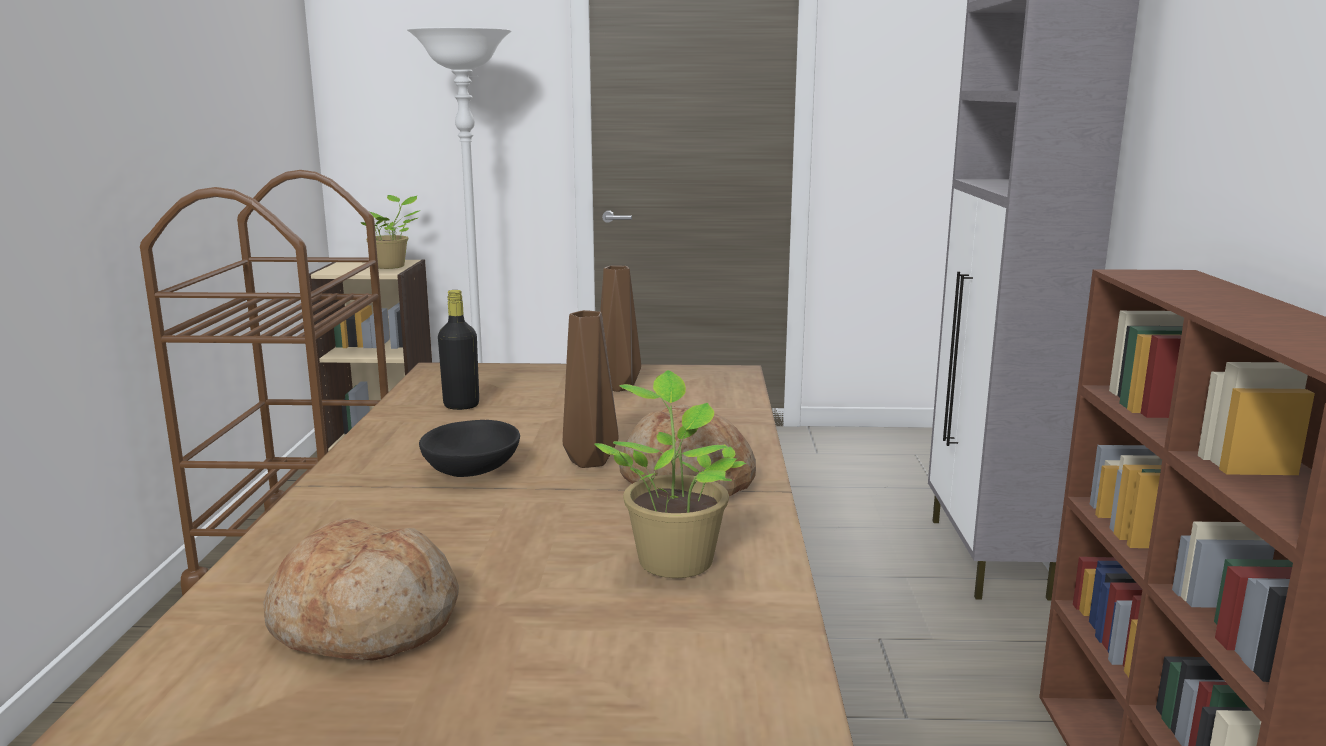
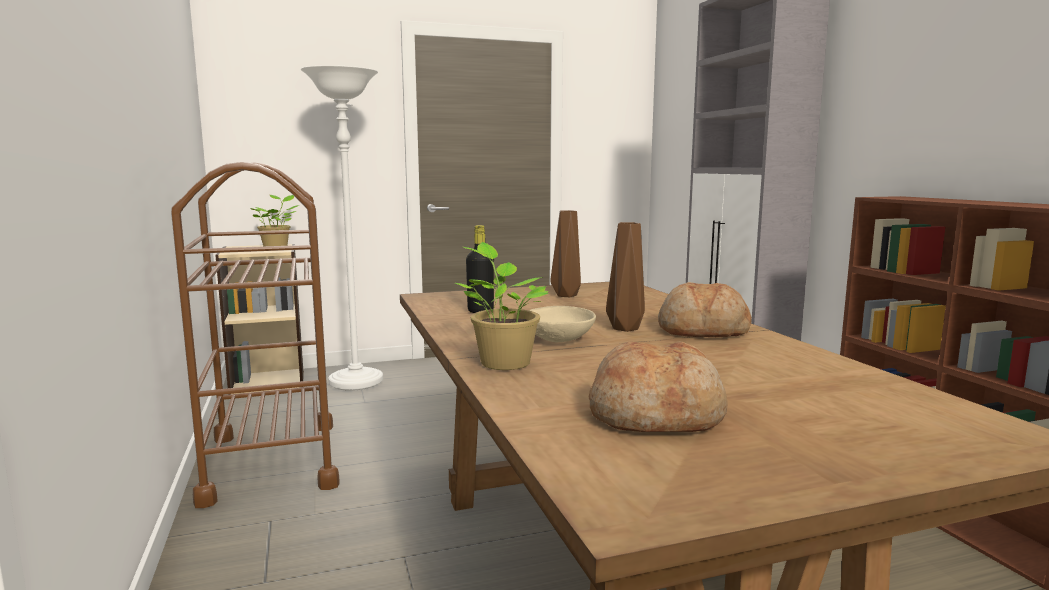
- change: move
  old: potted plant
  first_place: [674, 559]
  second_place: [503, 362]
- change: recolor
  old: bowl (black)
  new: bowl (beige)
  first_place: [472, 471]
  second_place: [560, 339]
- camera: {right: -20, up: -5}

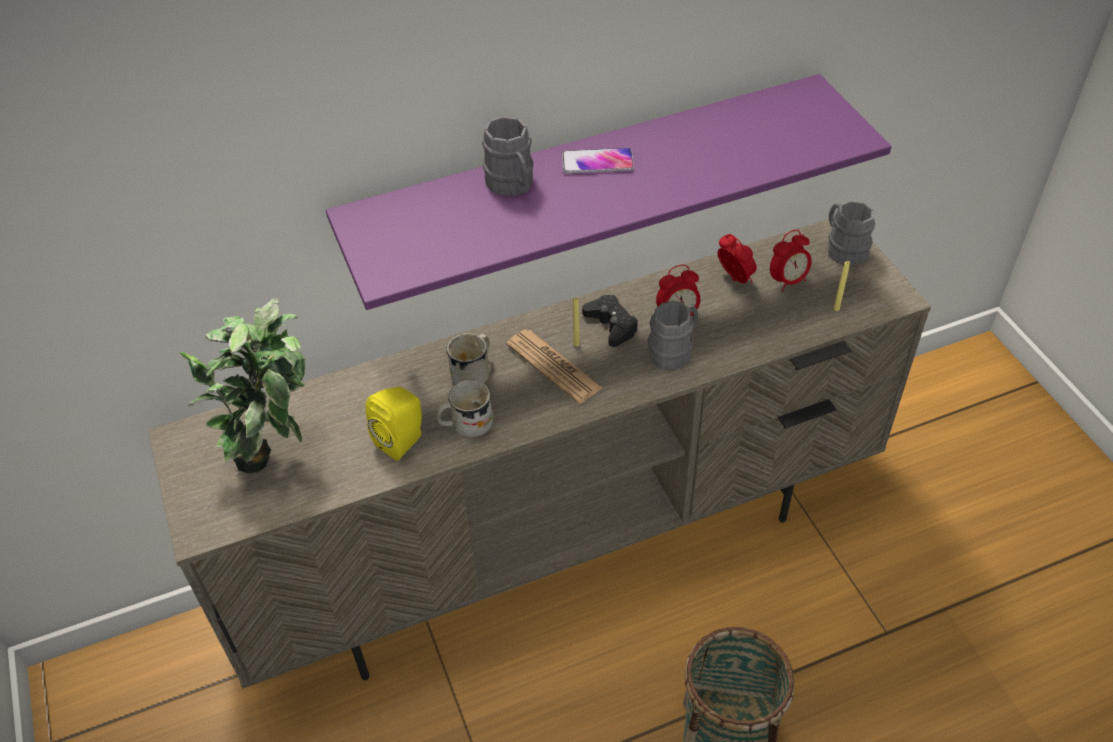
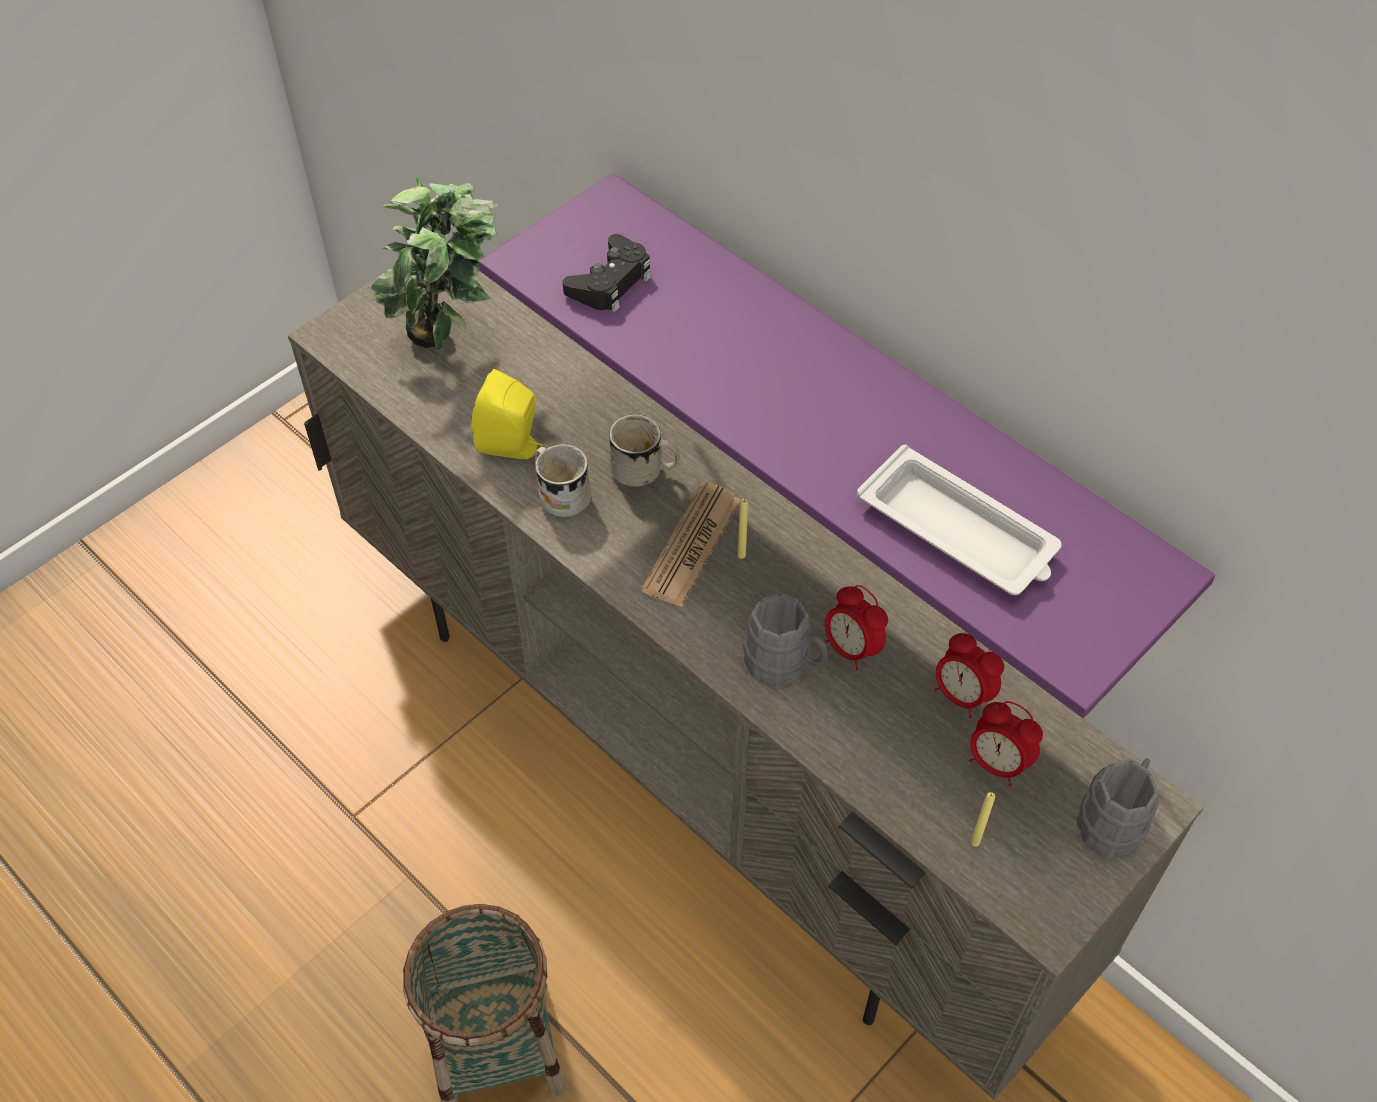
- change: delete
  old: mug (grey)
  first_place: [512, 185]
- change: delete
  old: phone
  first_place: [597, 162]
- change: insert
  new: tray (white)
  second_place: [959, 532]
- change: move
  old: game controller (black)
  first_place: [611, 325]
  second_place: [610, 282]
- change: rotate
  old: alarm clock
  first_place: [734, 279]
  second_place: [962, 695]
  degrees: 105
- camera: {right: 65, up: 5}

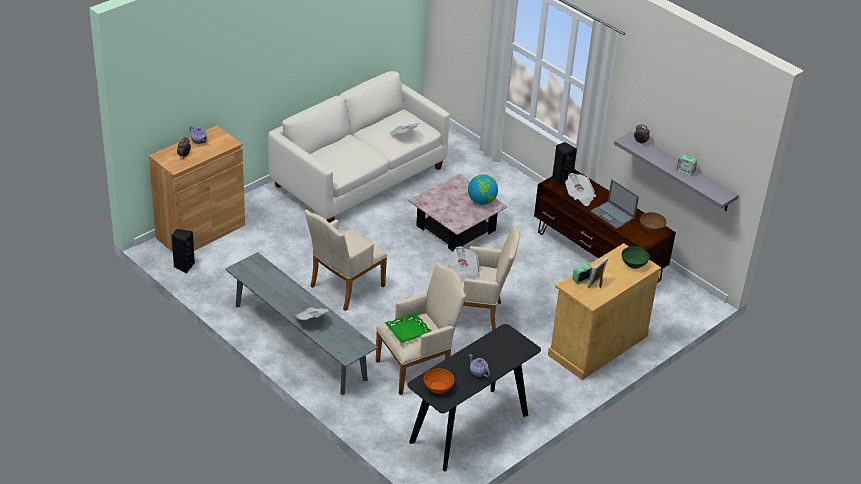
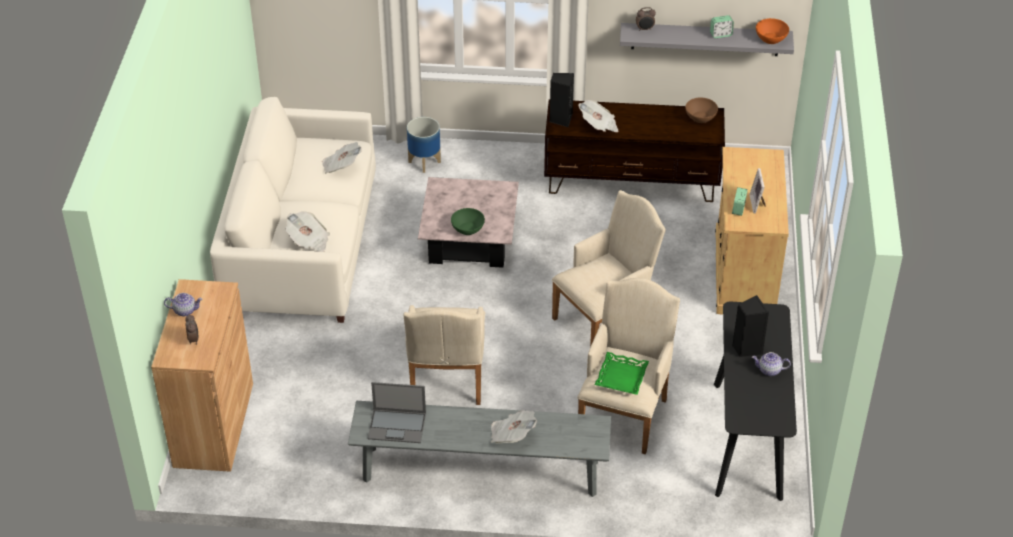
- change: delete
  old: globe
  first_place: [482, 201]
- change: insert
  new: planter
  second_place: [425, 162]
- change: move
  old: speaker (black)
  first_place: [183, 266]
  second_place: [746, 348]
- change: move
  old: bowl (orange)
  first_place: [438, 387]
  second_place: [771, 38]
- change: move
  old: newspaper
  first_place: [463, 272]
  second_place: [309, 241]
- change: move
  old: laptop
  first_place: [613, 215]
  second_place: [397, 426]
- change: move
  old: bowl (green)
  first_place: [634, 263]
  second_place: [468, 229]
- camera: {right: -40, up: 5}

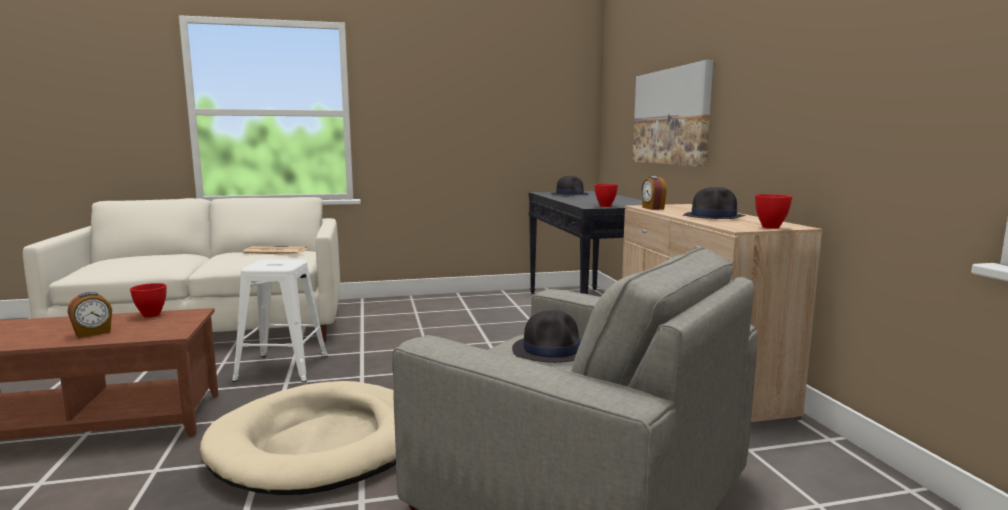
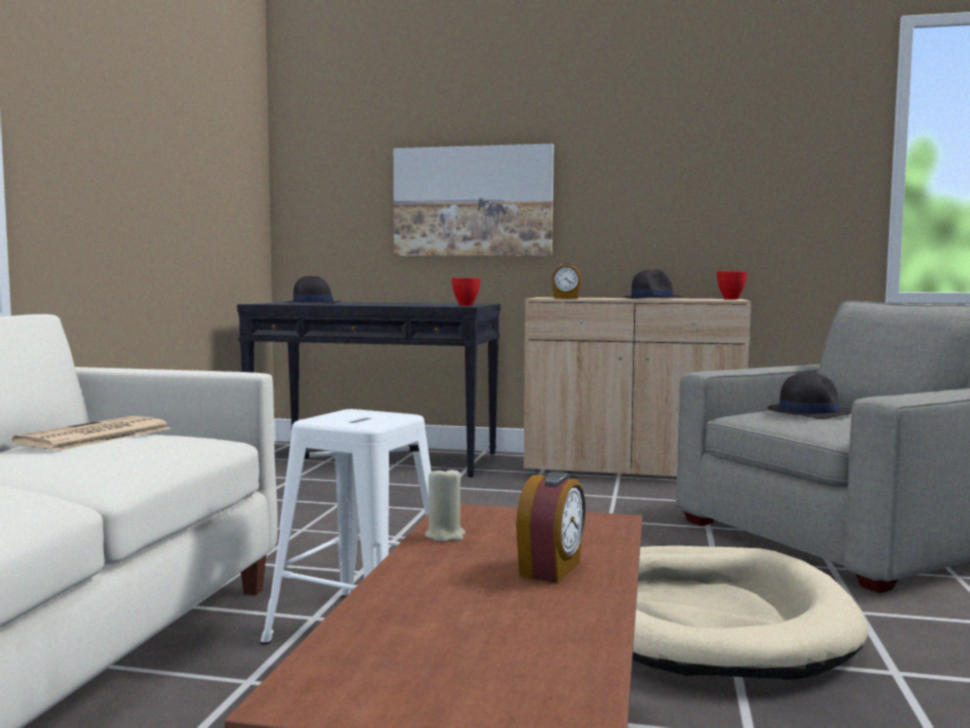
- change: replace
  old: bowl (red)
  new: candle (beige)
  first_place: [151, 315]
  second_place: [445, 536]
- change: rotate
  old: alarm clock
  first_place: [93, 333]
  second_place: [551, 570]
  degrees: 45
- camera: {right: -65, up: -5}

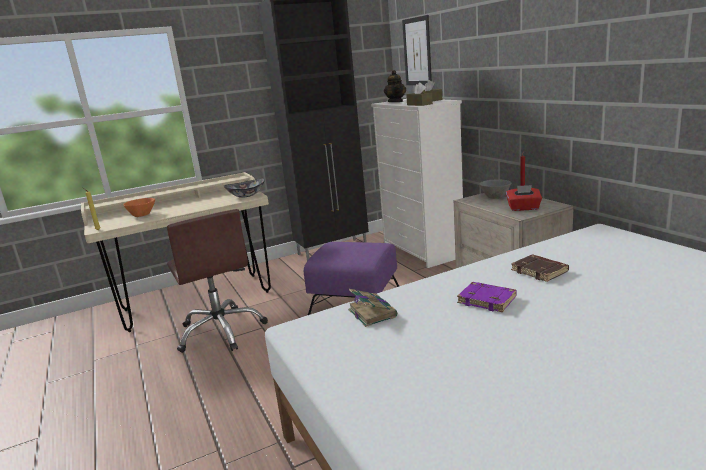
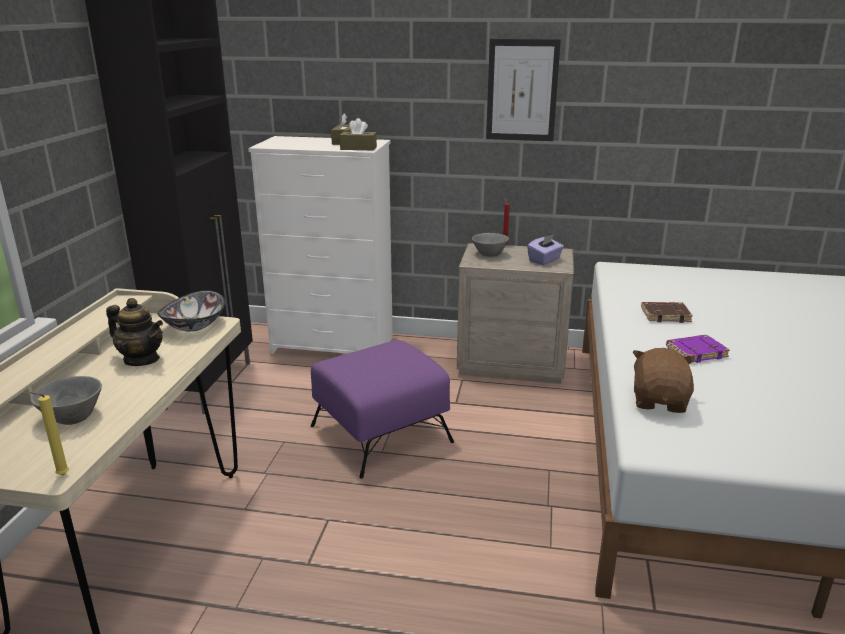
- change: delete
  old: office chair (brown)
  first_place: [221, 331]
- change: move
  old: teapot
  first_place: [396, 102]
  second_place: [142, 359]
- change: move
  old: picture
  first_place: [417, 51]
  second_place: [522, 90]
- change: replace
  old: book
  new: plush toy (brown)
  first_place: [371, 313]
  second_place: [660, 401]
- change: recolor
  old: bowl (orange)
  new: bowl (grey)
  first_place: [143, 215]
  second_place: [74, 416]
- change: recolor
  old: tissue box (red)
  new: tissue box (purple)
  first_place: [523, 208]
  second_place: [544, 260]
- camera: {right: -55, up: 5}

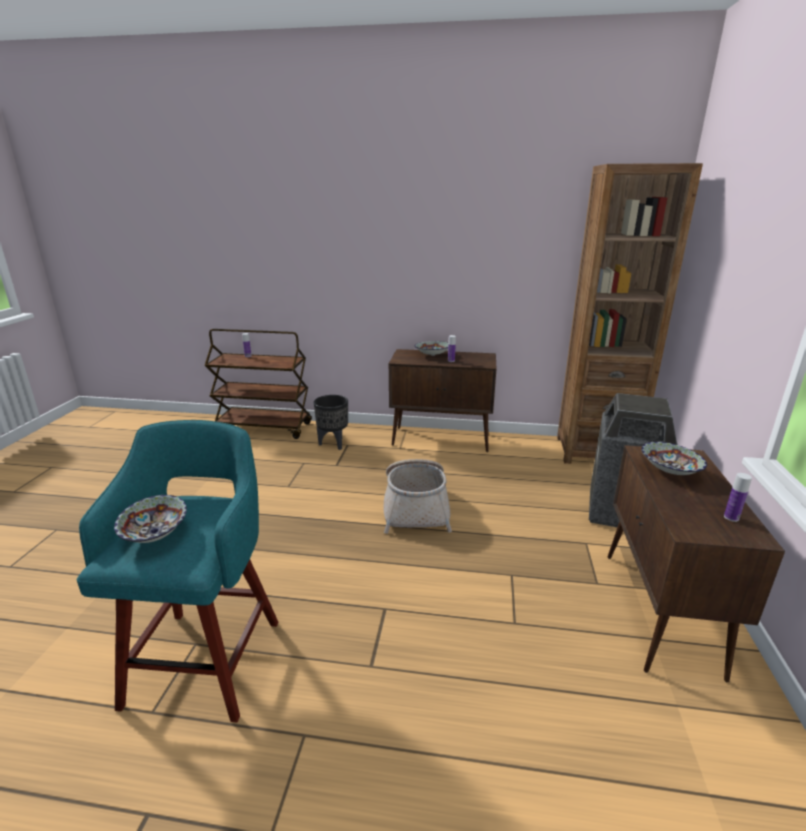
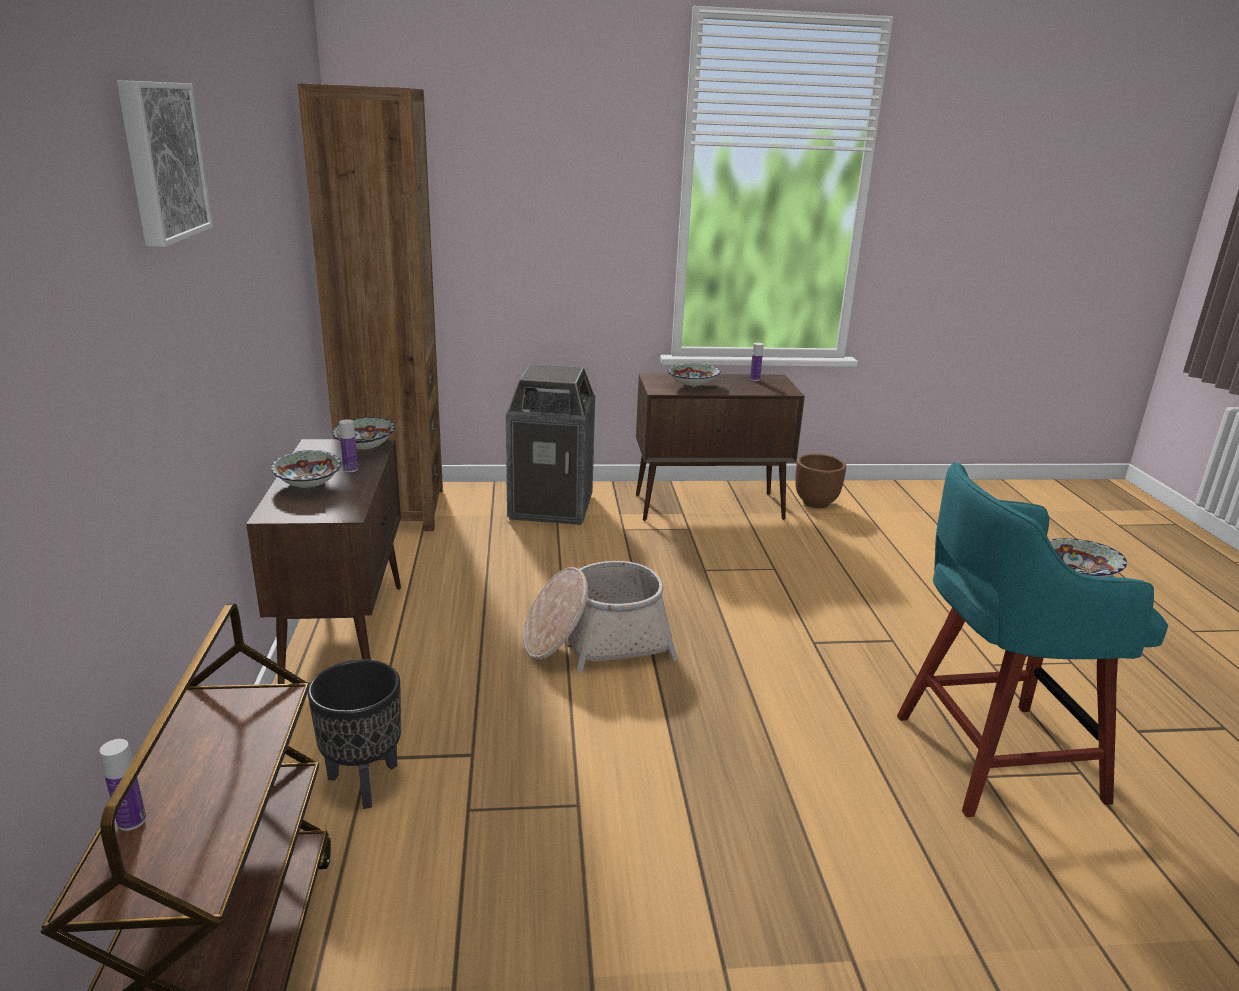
- change: insert
  new: picture
  second_place: [160, 161]
- change: insert
  new: bowl
  second_place: [366, 448]
- change: insert
  new: planter (brown)
  second_place: [816, 503]
- camera: {right: -105, up: 0}

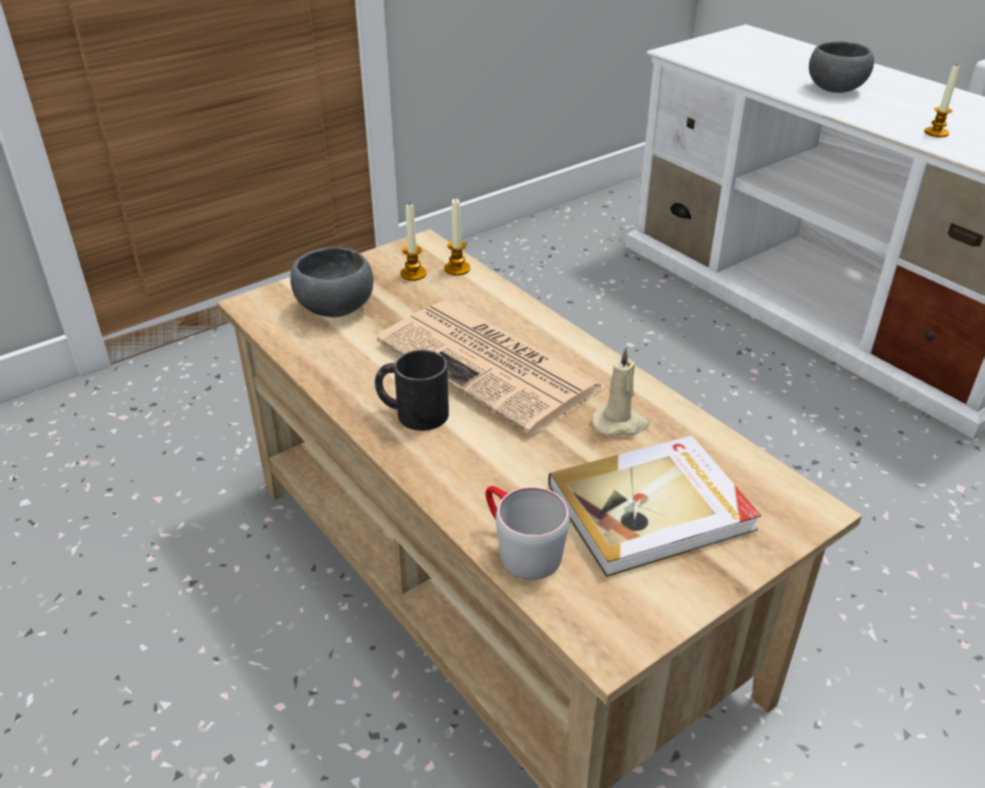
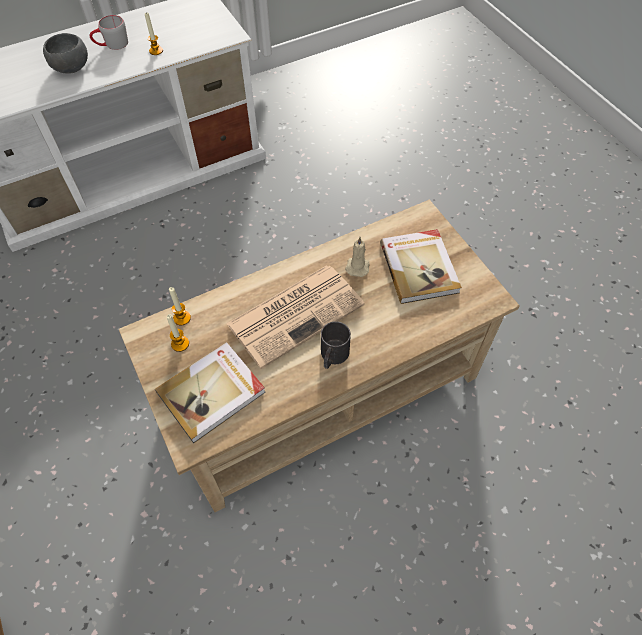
- change: move
  old: mug (grey)
  first_place: [519, 549]
  second_place: [112, 45]
- change: replace
  old: bowl (grey)
  new: book
  first_place: [335, 310]
  second_place: [212, 393]
- camera: {right: -80, up: 20}

